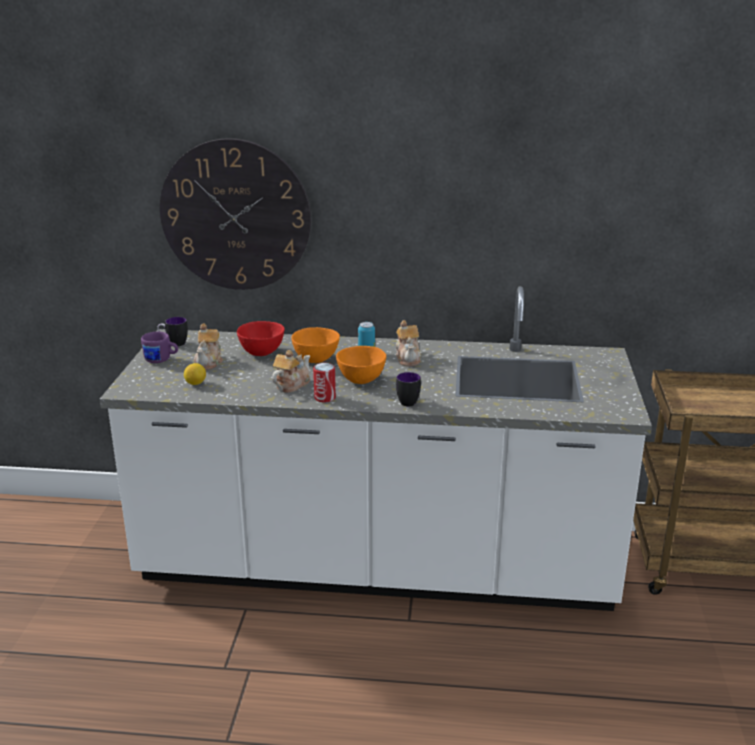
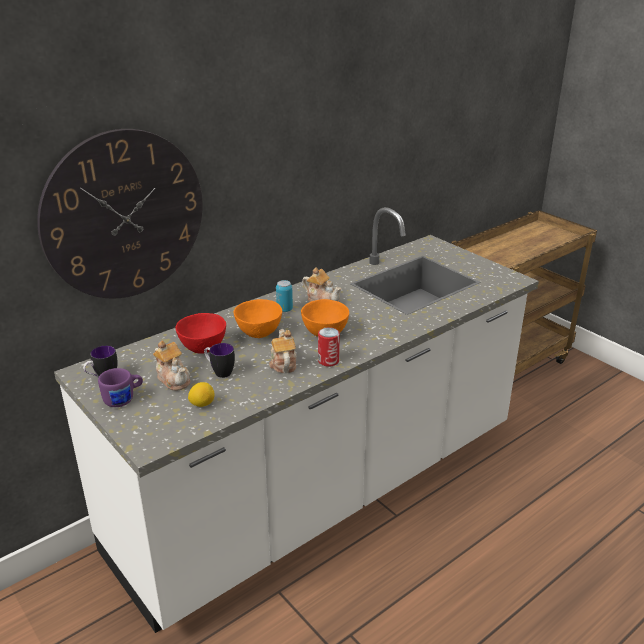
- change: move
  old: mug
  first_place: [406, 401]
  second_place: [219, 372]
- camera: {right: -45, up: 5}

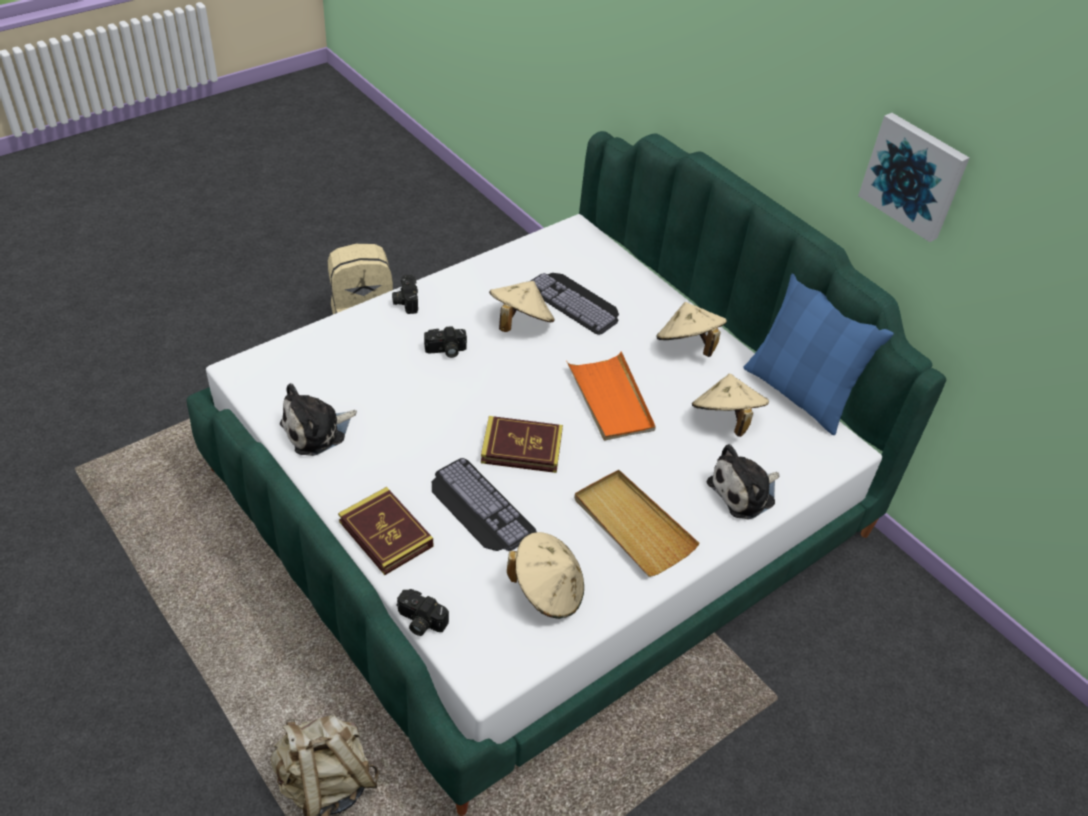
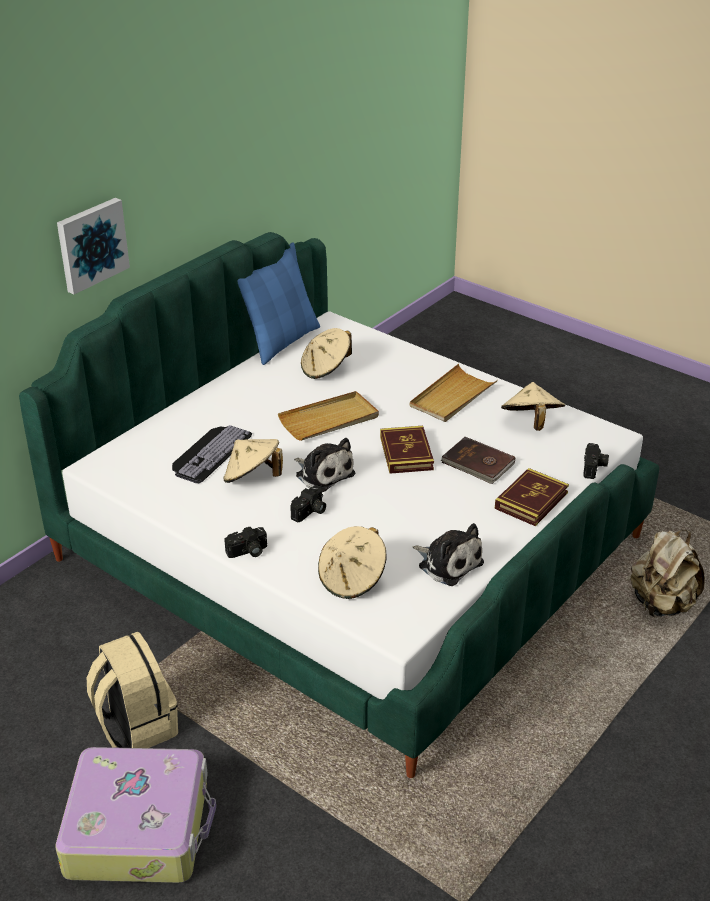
- change: insert
  new: suitcase
  second_place: [139, 827]
- change: move
  old: hat (beige)
  first_place: [687, 345]
  second_place: [352, 579]
- change: move
  old: plush toy
  first_place: [744, 492]
  second_place: [323, 473]
- change: move
  old: picture
  first_place: [914, 176]
  second_place: [91, 244]
- change: replace
  old: keyboard
  new: book (brown)
  first_place: [477, 507]
  second_place: [478, 463]
- change: recolor
  old: tray (orange)
  new: tray (beige)
  first_place: [610, 399]
  second_place: [329, 419]
- change: rotate
  old: photo camera
  first_place: [445, 351]
  second_place: [310, 512]
  degrees: 60
- camera: {right: -100, up: -10}

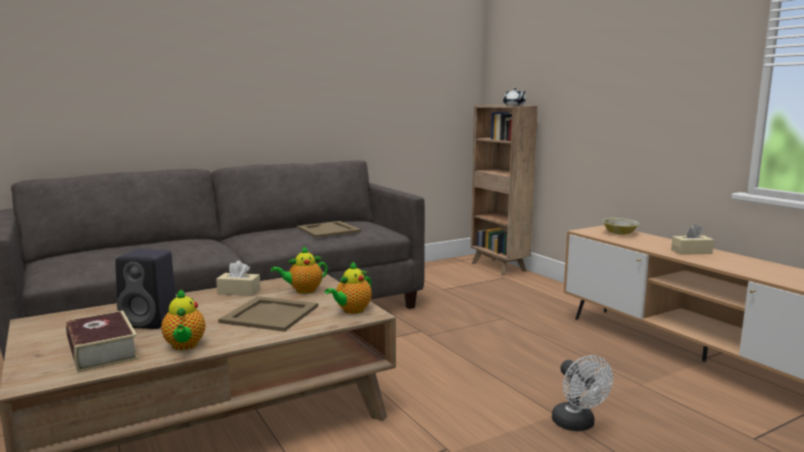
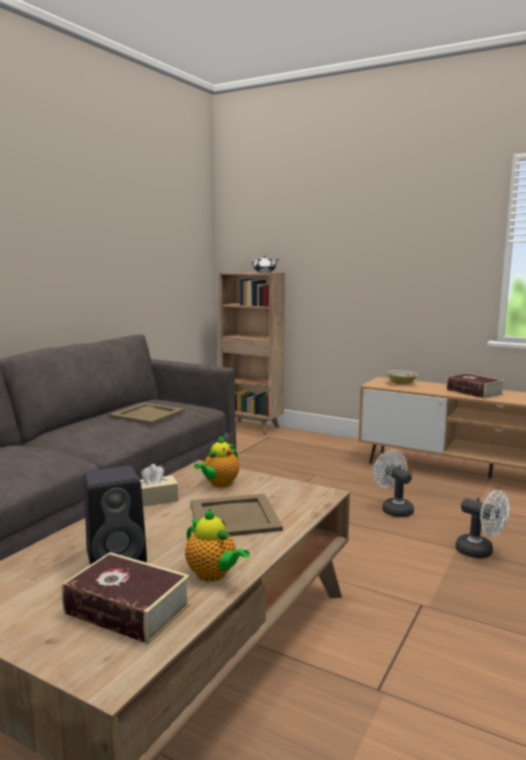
- change: delete
  old: teapot
  first_place: [351, 310]
- change: insert
  new: fan (white)
  second_place: [394, 509]
- change: replace
  old: tissue box (beige)
  new: book
  first_place: [691, 252]
  second_place: [474, 392]
- camera: {right: -30, up: 0}

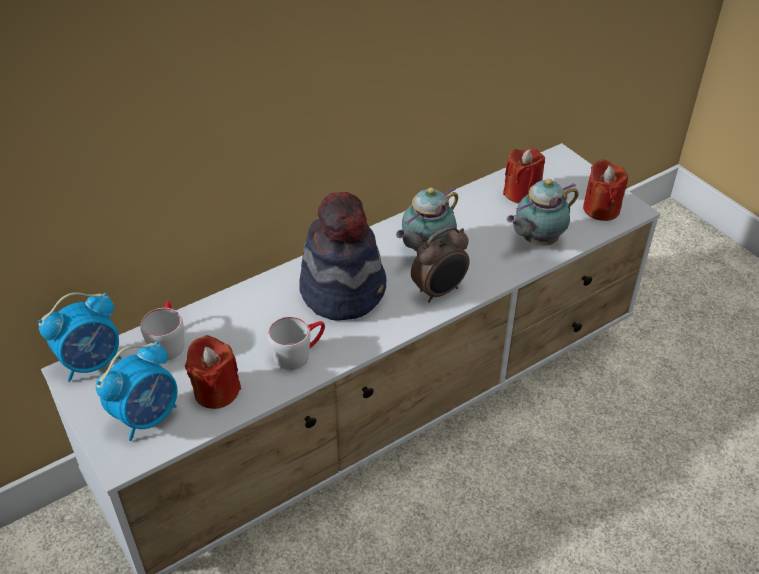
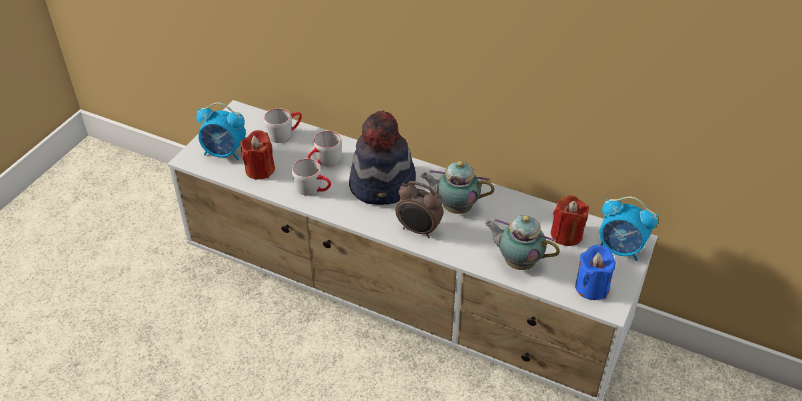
- change: insert
  new: mug (grey)
  second_place: [324, 162]
- change: move
  old: alarm clock
  first_place: [92, 362]
  second_place: [620, 249]
- change: recolor
  old: candle (red)
  new: candle (blue)
  first_place: [601, 209]
  second_place: [592, 287]
- camera: {right: 60, up: 0}

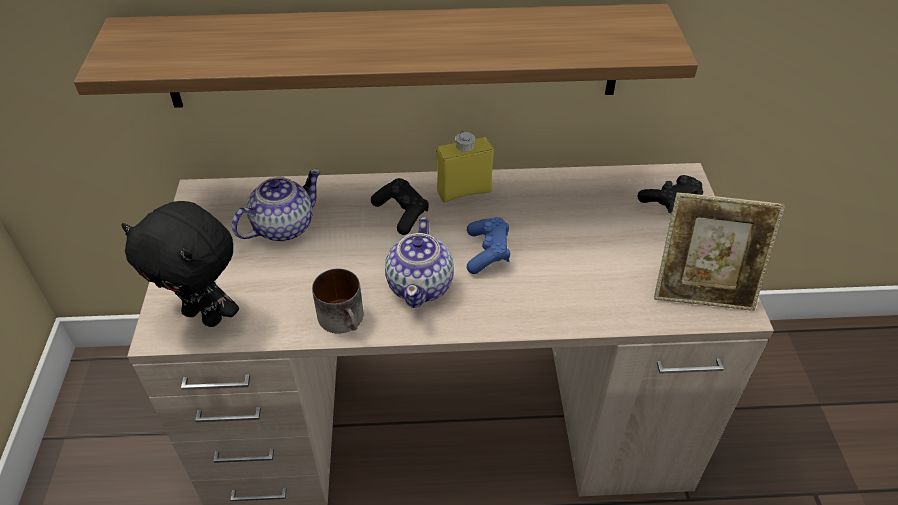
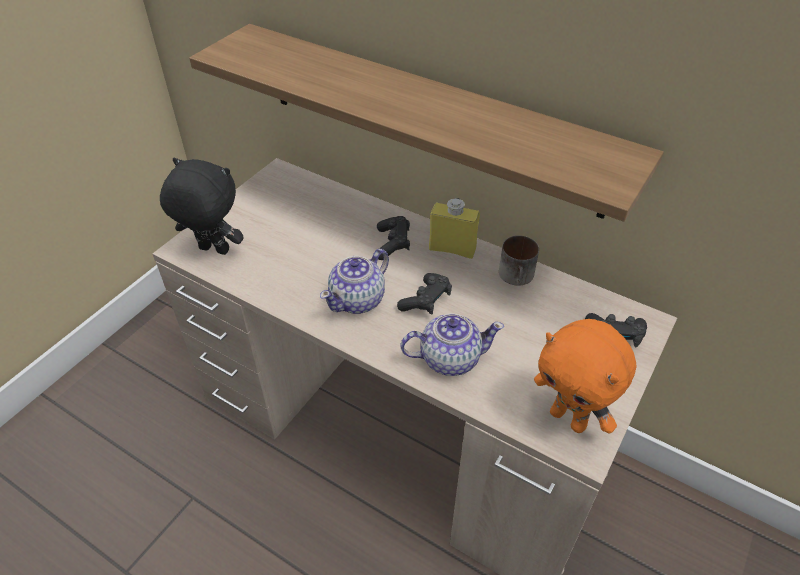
- change: move
  old: teapot
  first_place: [282, 227]
  second_place: [449, 358]
- change: move
  old: mug
  first_place: [345, 319]
  second_place: [518, 277]
- change: replace
  old: picture frame
  new: plush toy (orange)
  first_place: [702, 291]
  second_place: [569, 419]
- change: recolor
  old: game controller (blue)
  new: game controller (black)
  first_place: [487, 252]
  second_place: [426, 301]
- change: rotate
  old: plush toy (black)
  first_place: [205, 315]
  second_place: [213, 251]
  degrees: 135
- camera: {right: 35, up: 0}

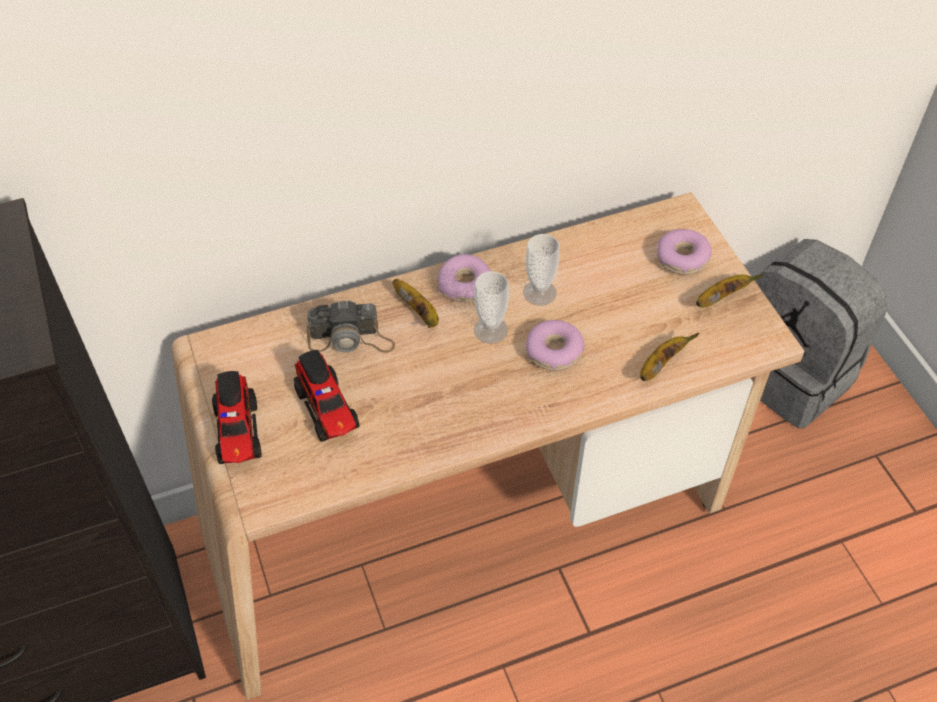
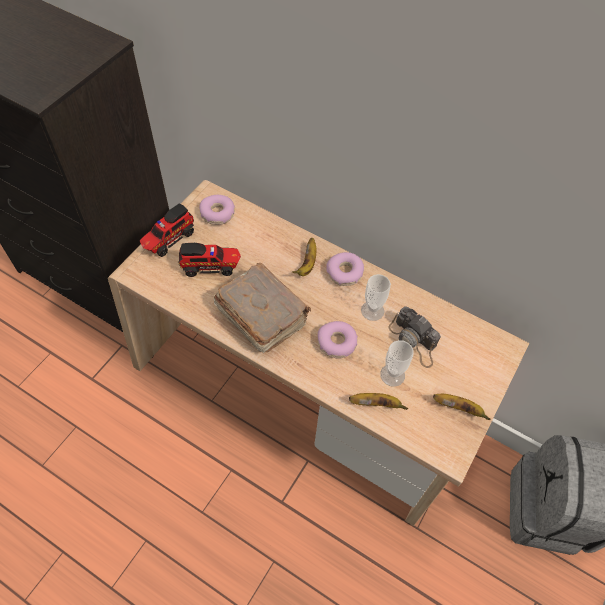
- change: insert
  new: book (brown)
  second_place: [261, 315]
- change: move
  old: photo camera
  first_place: [351, 339]
  second_place: [414, 341]
- change: move
  old: cup
  first_place: [490, 330]
  second_place: [392, 375]
- change: move
  old: donut
  first_place: [682, 258]
  second_place: [217, 214]
- change: rotate
  old: toy truck
  first_place: [328, 411]
  second_place: [211, 266]
  degrees: -120
- camera: {right: 50, up: 5}

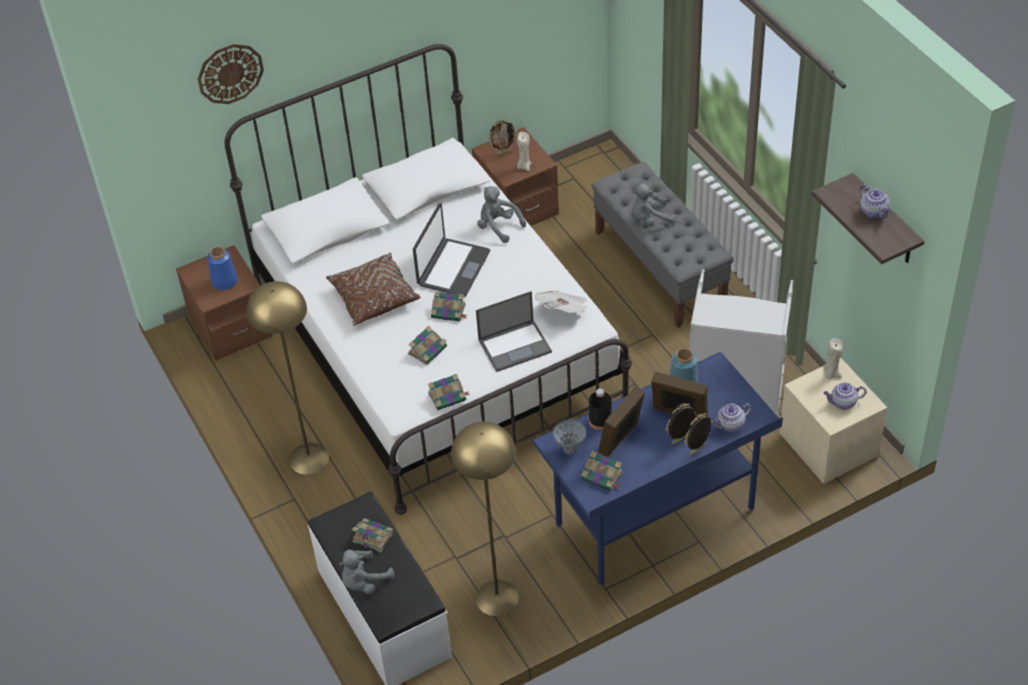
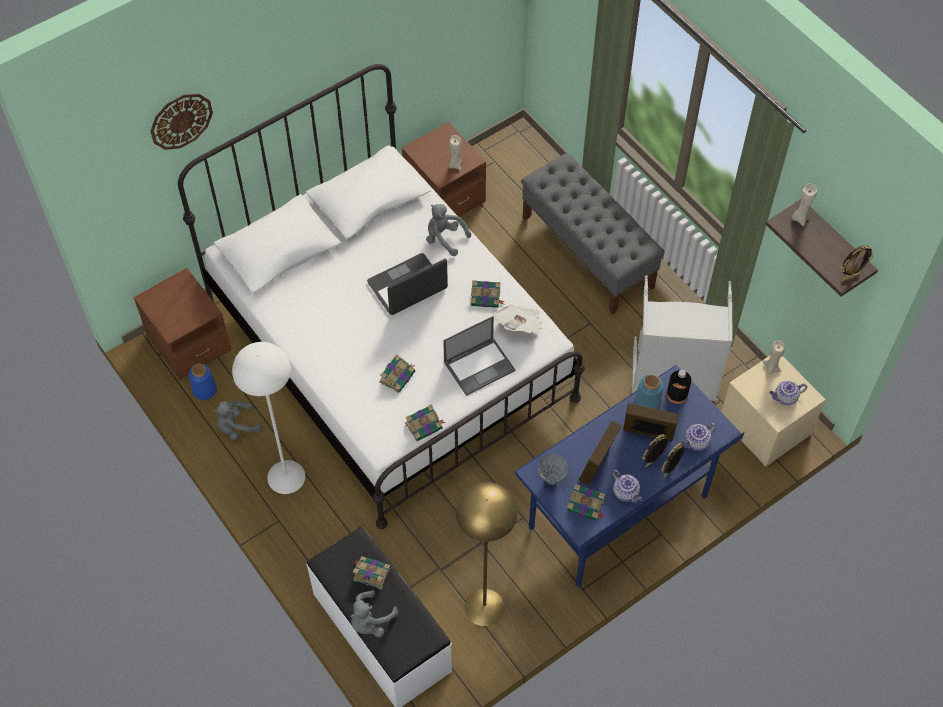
- change: delete
  old: pillow (brown)
  first_place: [373, 297]
- change: insert
  new: candle (beige)
  second_place: [800, 218]
- change: move
  old: vase (blue)
  first_place: [224, 281]
  second_place: [204, 389]
- change: move
  old: book
  first_place: [449, 311]
  second_place: [486, 297]
- change: move
  old: picture frame
  first_place: [503, 153]
  second_place: [850, 277]
- change: move
  old: bottle (black)
  first_place: [600, 420]
  second_place: [677, 394]
- change: move
  old: plush toy (grey)
  first_place: [650, 219]
  second_place: [236, 427]
- change: move
  old: teapot
  first_place: [874, 212]
  second_place: [626, 493]
- change: recolor
  old: floor lamp (yellow)
  new: floor lamp (white)
  first_place: [309, 458]
  second_place: [286, 476]
- change: rotate
  old: laptop
  first_place: [453, 268]
  second_place: [408, 286]
  degrees: -135
- camera: {right: -10, up: 10}

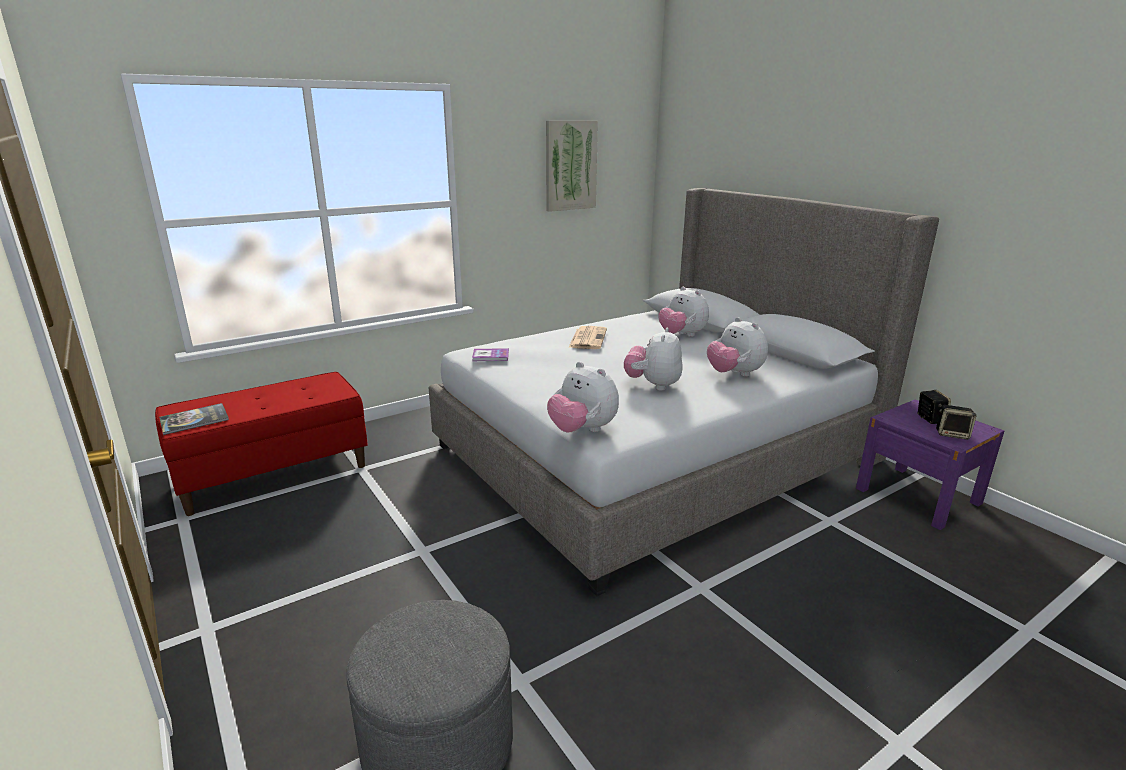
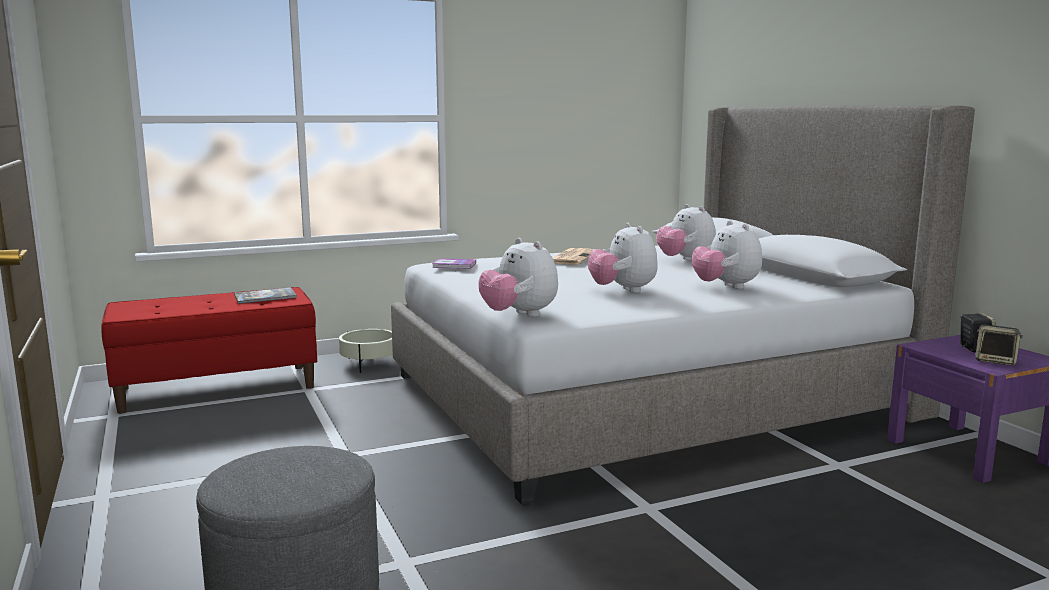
- change: delete
  old: picture
  first_place: [570, 165]
- change: insert
  new: planter (beige)
  second_place: [369, 363]
- change: move
  old: book
  first_place: [194, 420]
  second_place: [265, 297]
- change: rotate
  old: plush toy
  first_place: [653, 385]
  second_place: [623, 290]
  degrees: -45
- camera: {right: 10, up: -10}

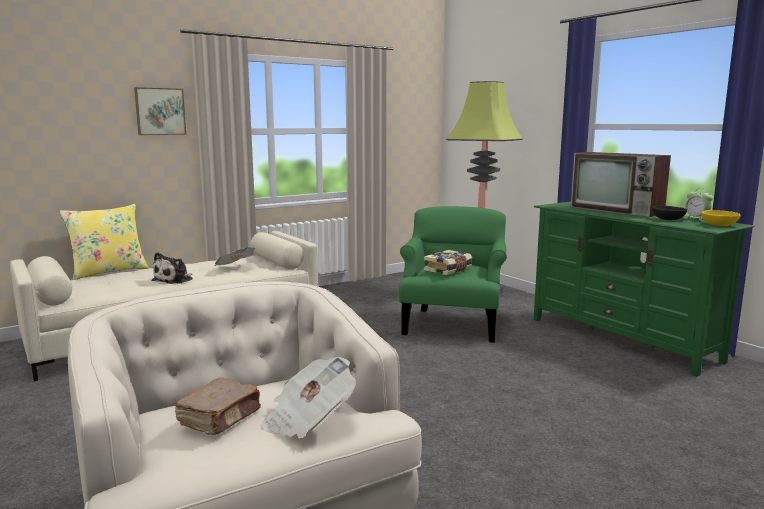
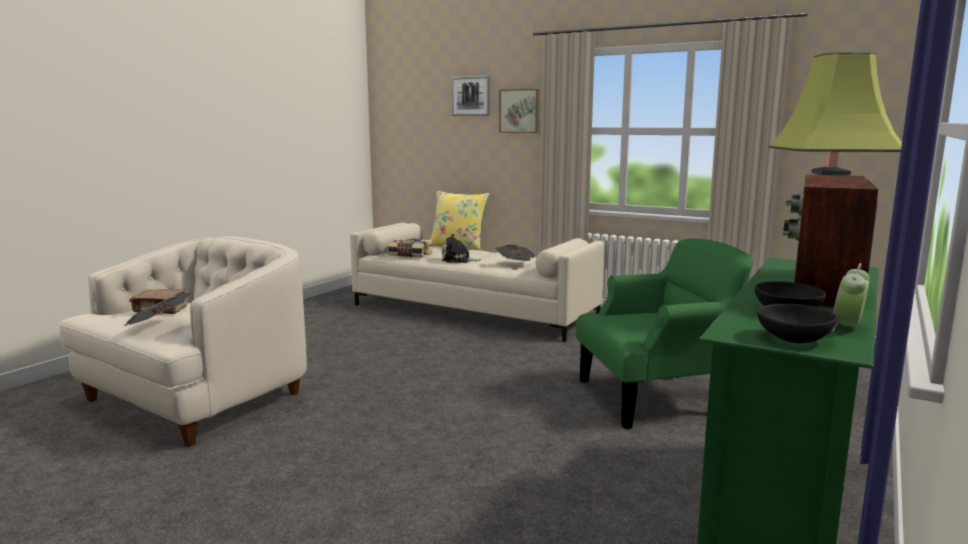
- change: insert
  new: picture
  second_place: [471, 96]
- change: move
  old: book
  first_place: [448, 270]
  second_place: [410, 255]
- change: recolor
  old: bowl (yellow)
  new: bowl (black)
  first_place: [718, 225]
  second_place: [792, 338]
- camera: {right: 65, up: 0}

